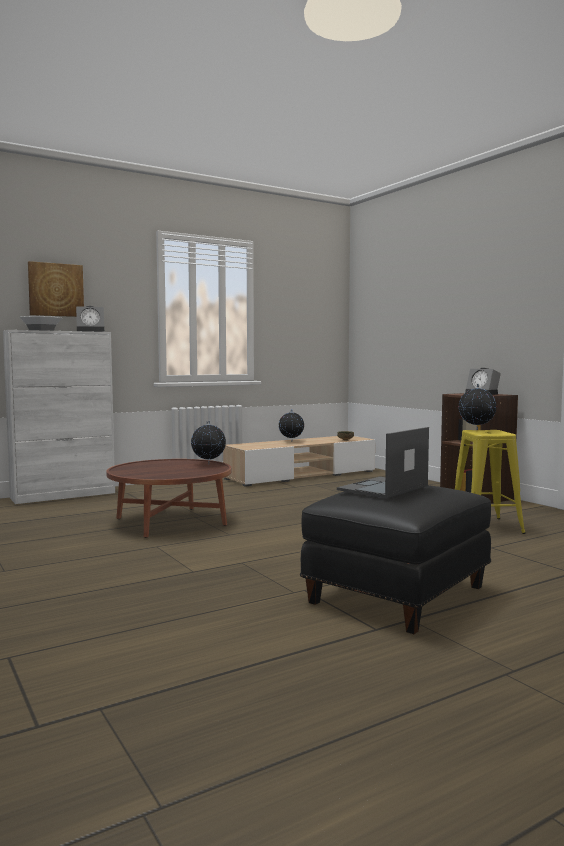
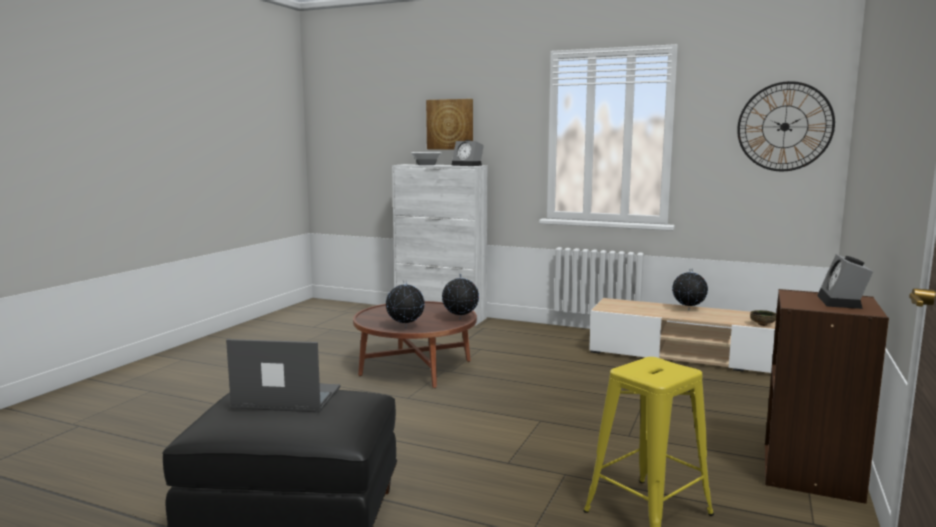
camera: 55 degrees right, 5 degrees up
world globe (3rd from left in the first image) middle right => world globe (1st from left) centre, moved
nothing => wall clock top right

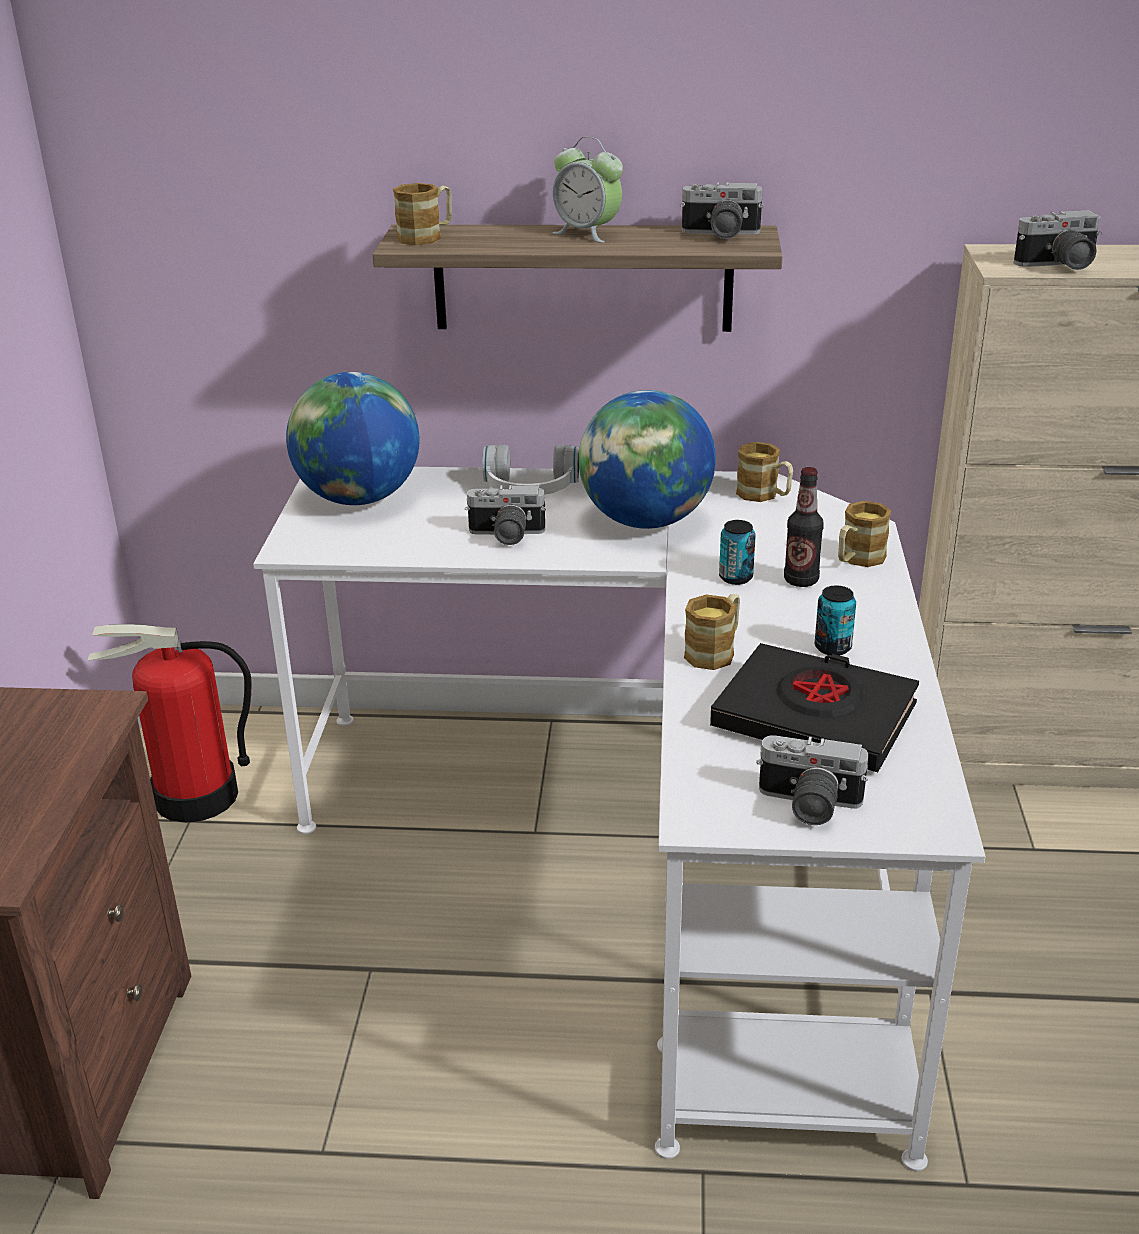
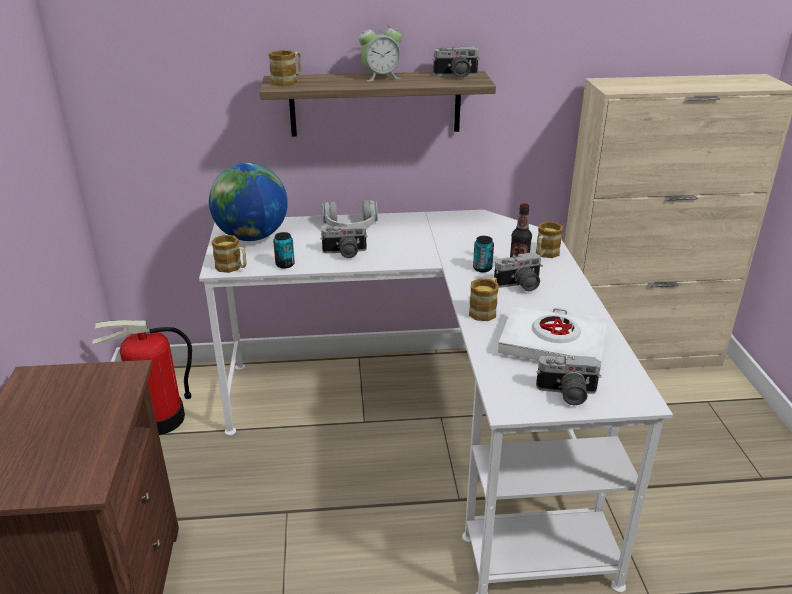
camera: 10 degrees left, 0 degrees up
bedside clock top centre, 45 degrees counterclockwise
world globe (2nd from left) centre => nothing
blackish bound book middle right => white-coloured bound book middle right
mug (3rd from left in the first image) middle right => mug (1st from left) middle left, moved
can (2nd from left in the first image) middle right => can (1st from left) centre, moved
still camera (4th from left in the first image) top right => still camera (3rd from left) centre, moved

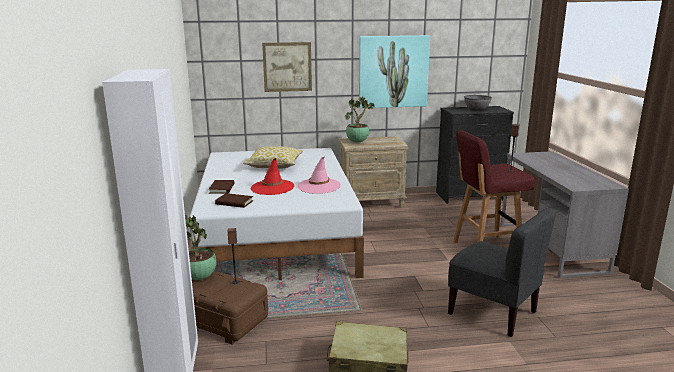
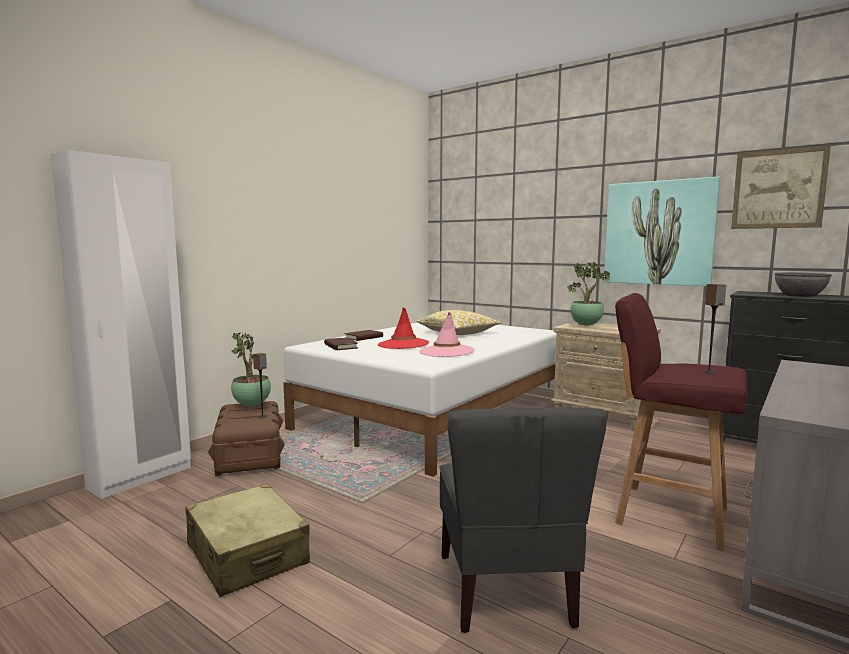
camera: 45 degrees right, 10 degrees down
wall art (1st from left in the first image) top centre => wall art (2nd from left) top right, moved

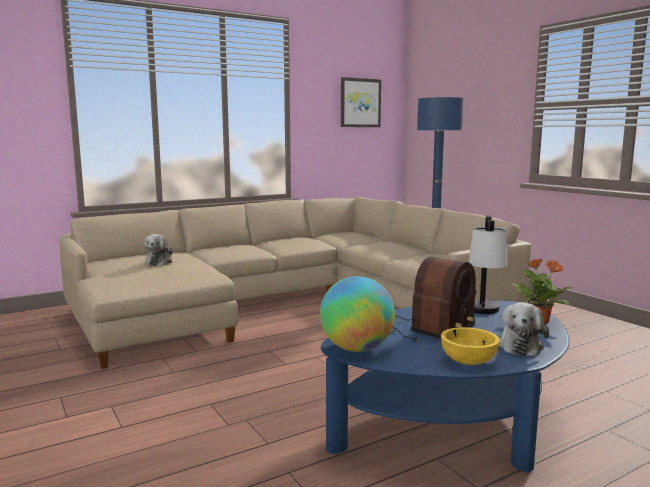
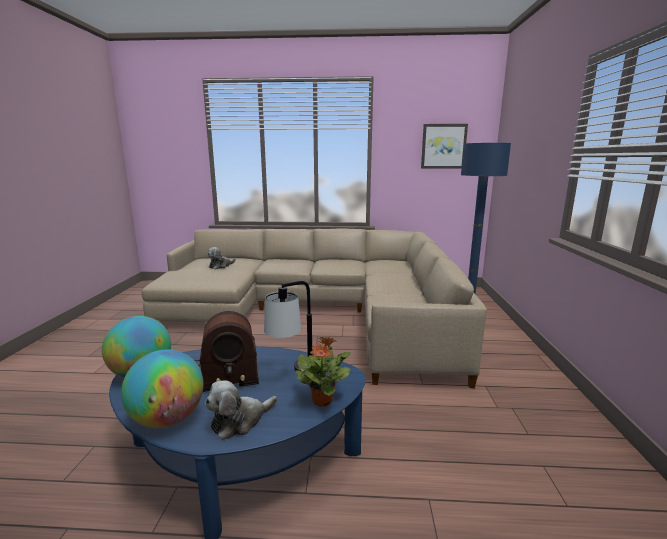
camera: 35 degrees right, 5 degrees up
yellow deep dish bottom right => world globe (2nd from left) bottom left

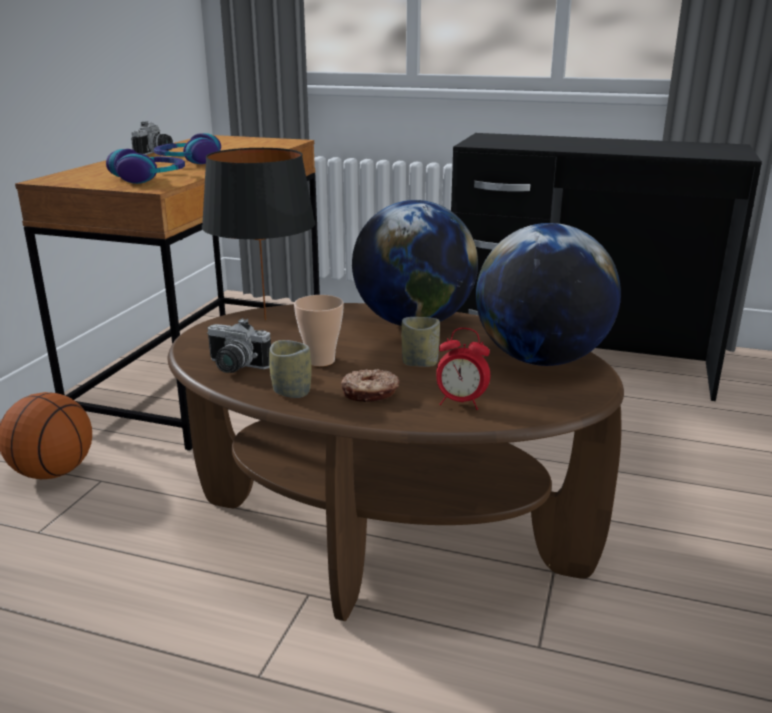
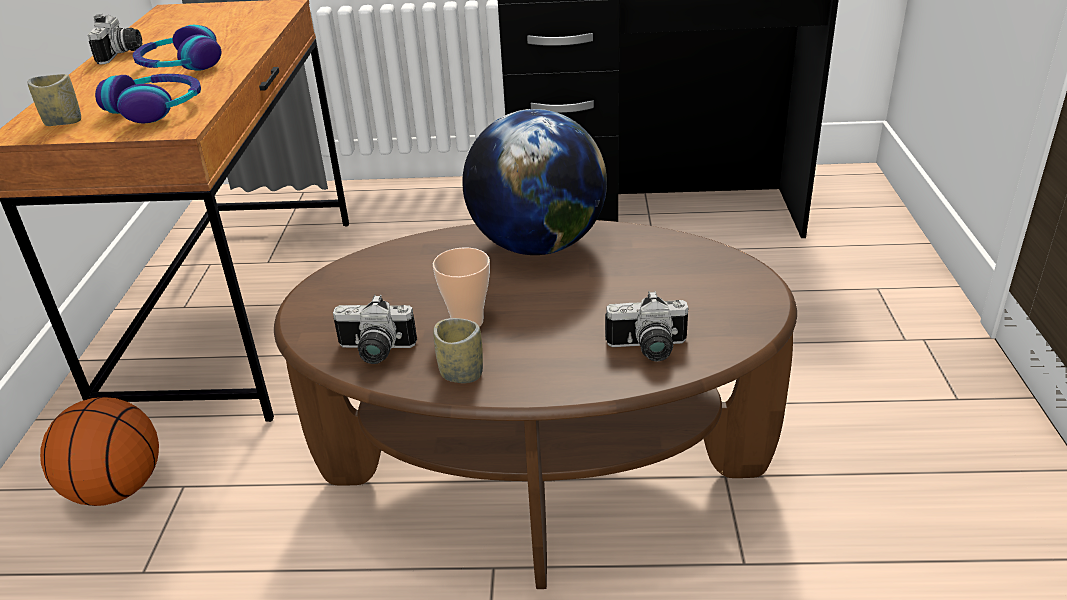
camera: 15 degrees left, 10 degrees up
blackish lamp for a table top centre => nothing
donut centre => nothing
small cup (3rd from left in the first image) centre => small cup (1st from left) top left, moved
bedside clock centre => still camera (3rd from left) centre
world globe (2nd from left) middle right => nothing

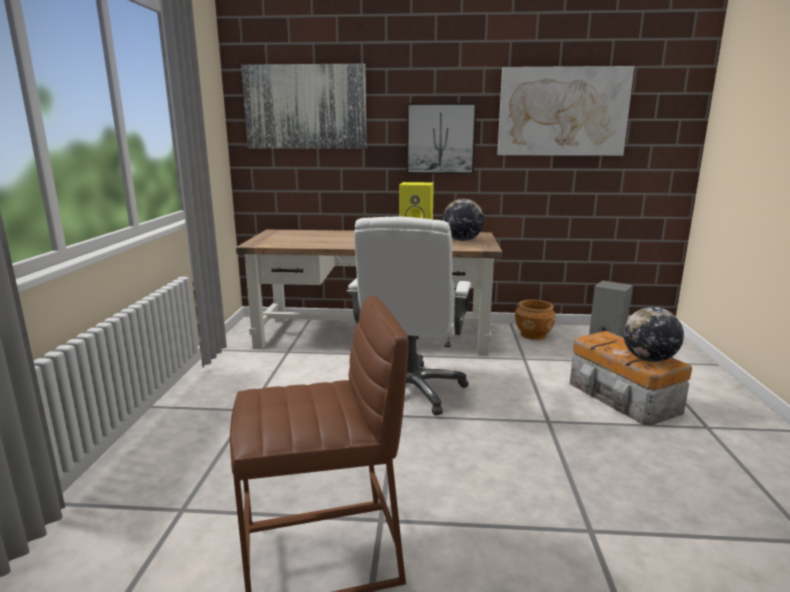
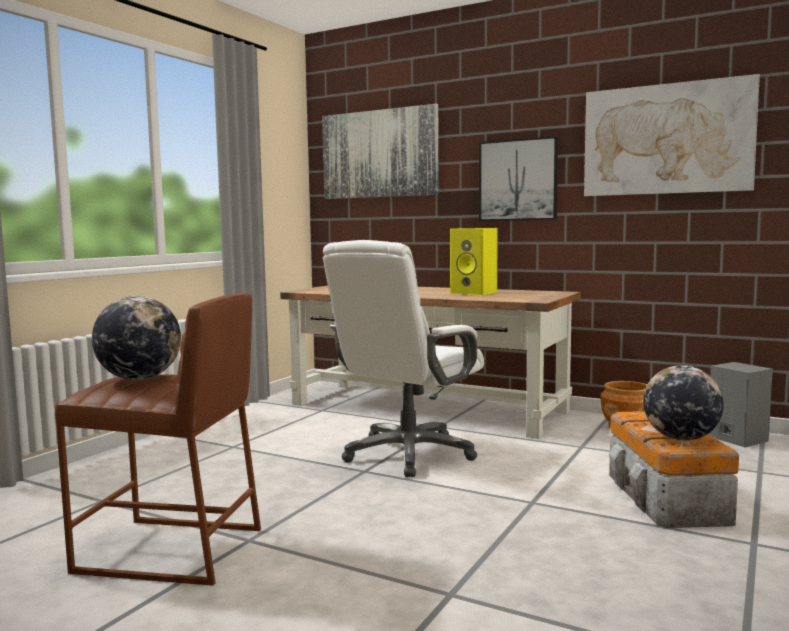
camera: 25 degrees right, 10 degrees down
world globe (1st from left) centre => world globe (1st from left) middle left, moved

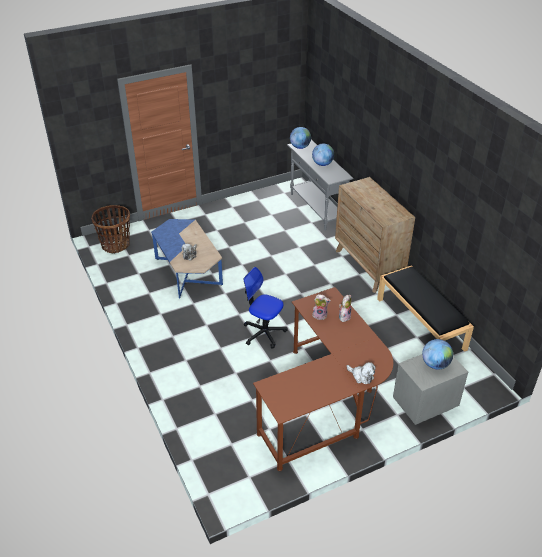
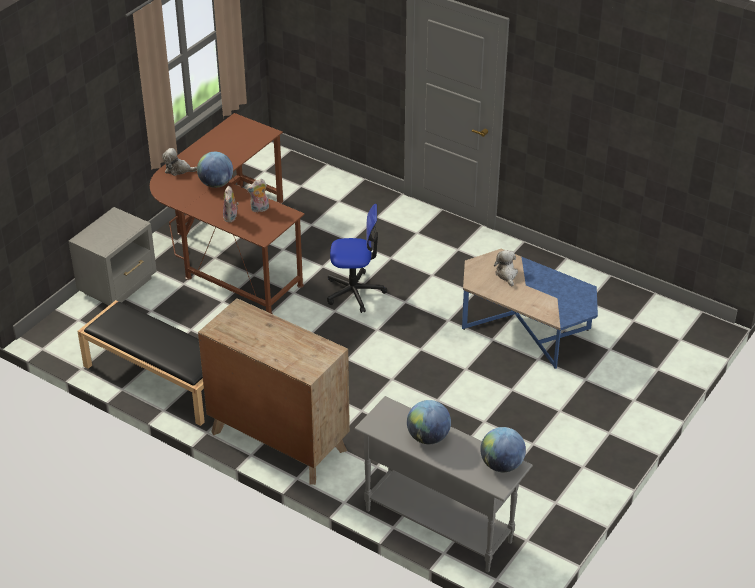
camera: 150 degrees right, 0 degrees up
basket middle left => nothing
world globe (3rd from left in the first image) middle right => world globe (1st from left) top left, moved

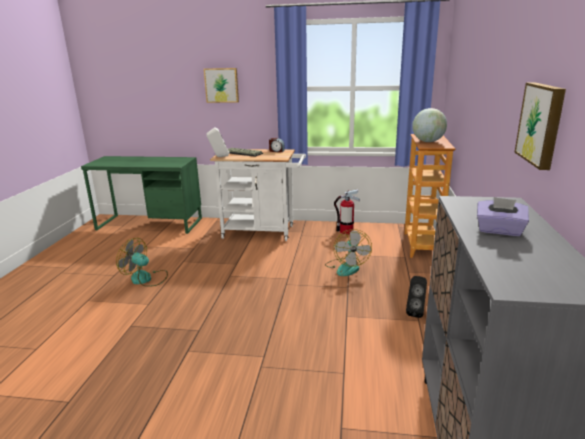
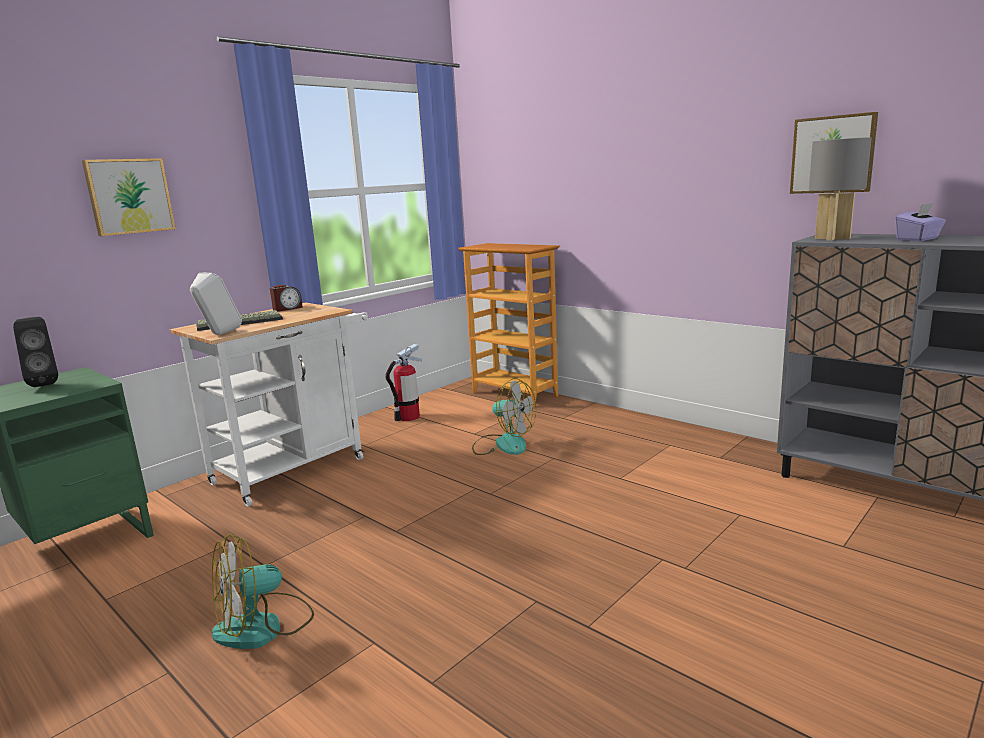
camera: 55 degrees left, 5 degrees down
blackish audio speaker bottom right => blackish audio speaker middle left, moved
world globe top right => nothing
nothing => grey lamp for a table top right

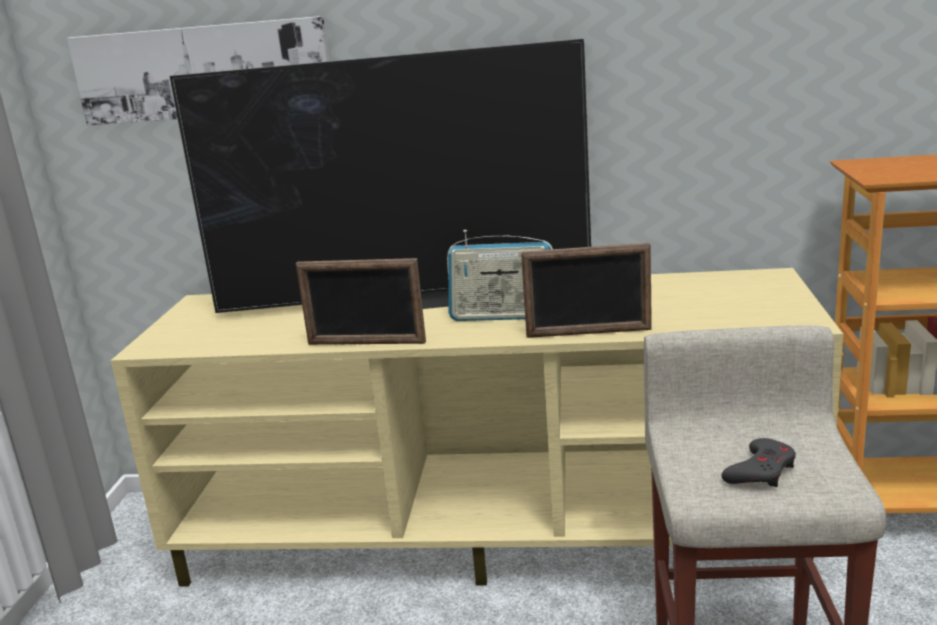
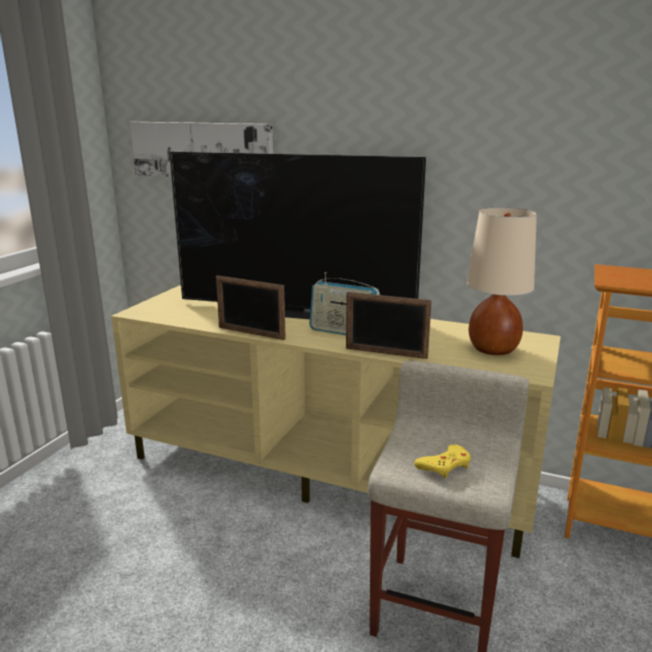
camera: 15 degrees right, 0 degrees up
grey joypad bottom right => yellow joypad bottom right
nothing => beige-coloured lamp for a table middle right

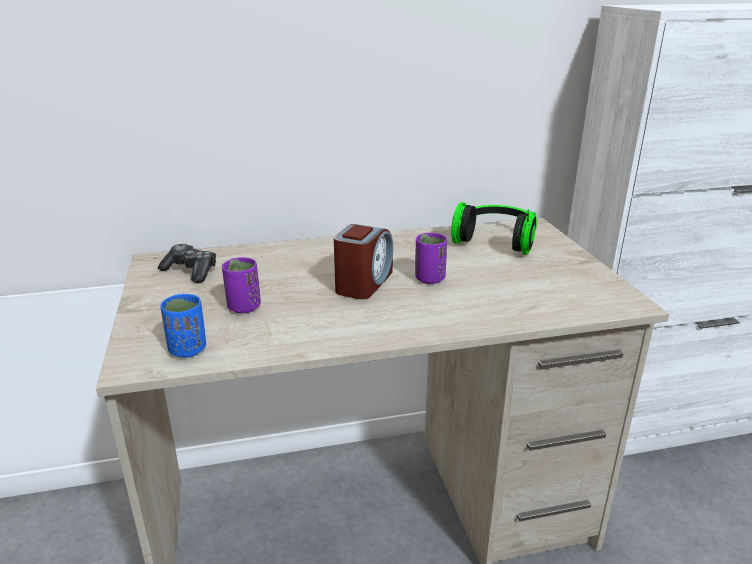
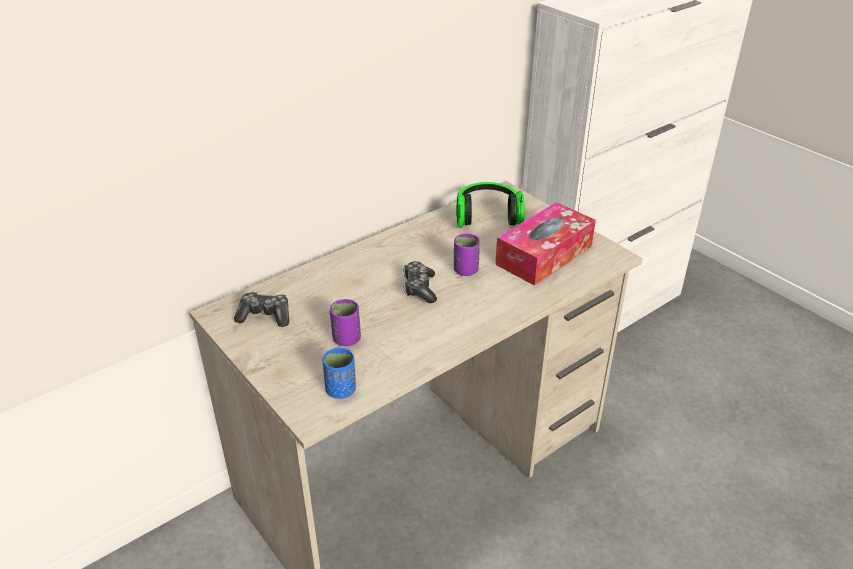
camera: 25 degrees left, 10 degrees up
bedside clock centre => joypad (2nd from left) centre
nothing => tissue holder centre

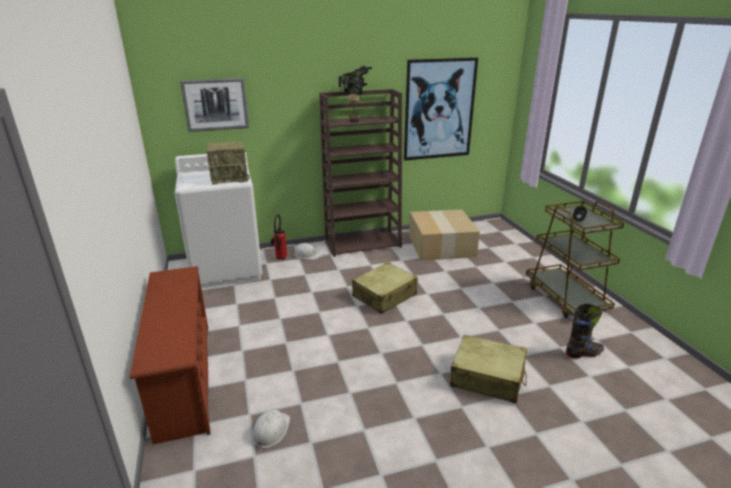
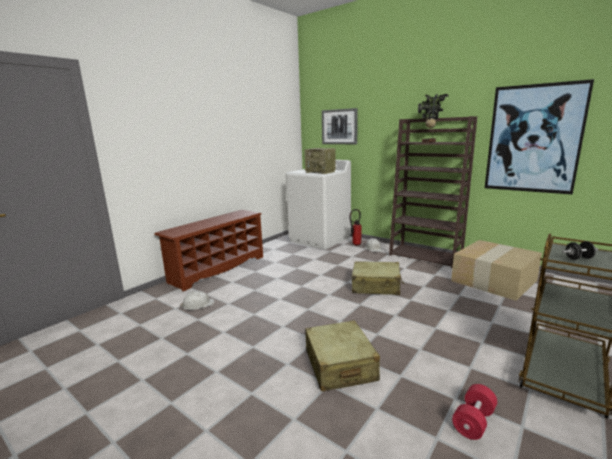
camera: 55 degrees right, 10 degrees down
blackish tall boot bottom right => red-coloured hand weight bottom right

